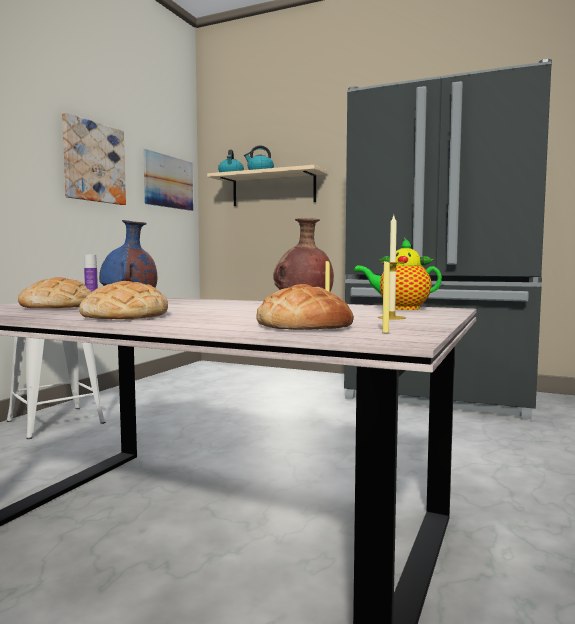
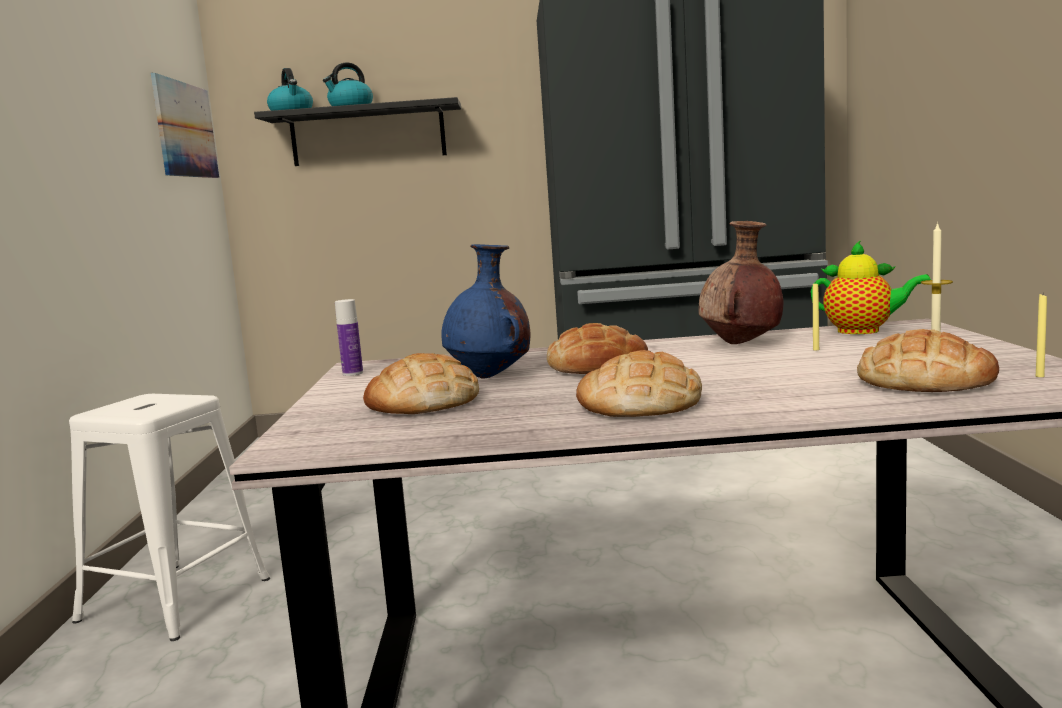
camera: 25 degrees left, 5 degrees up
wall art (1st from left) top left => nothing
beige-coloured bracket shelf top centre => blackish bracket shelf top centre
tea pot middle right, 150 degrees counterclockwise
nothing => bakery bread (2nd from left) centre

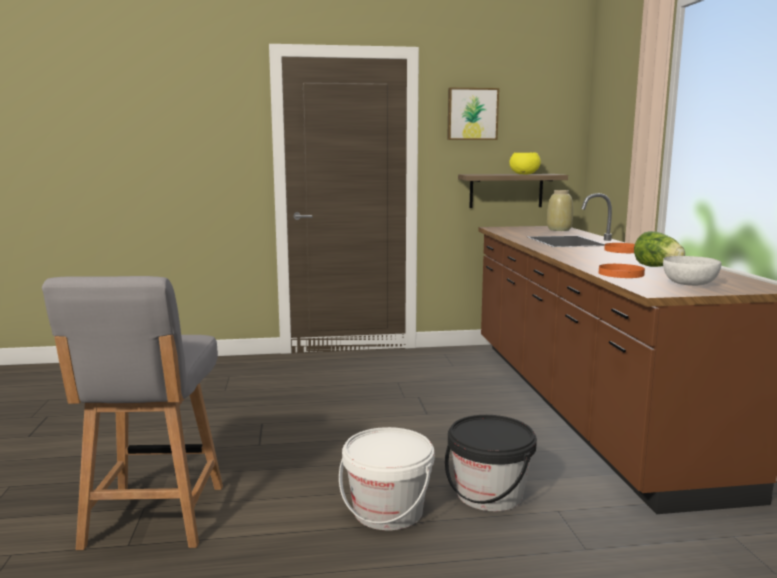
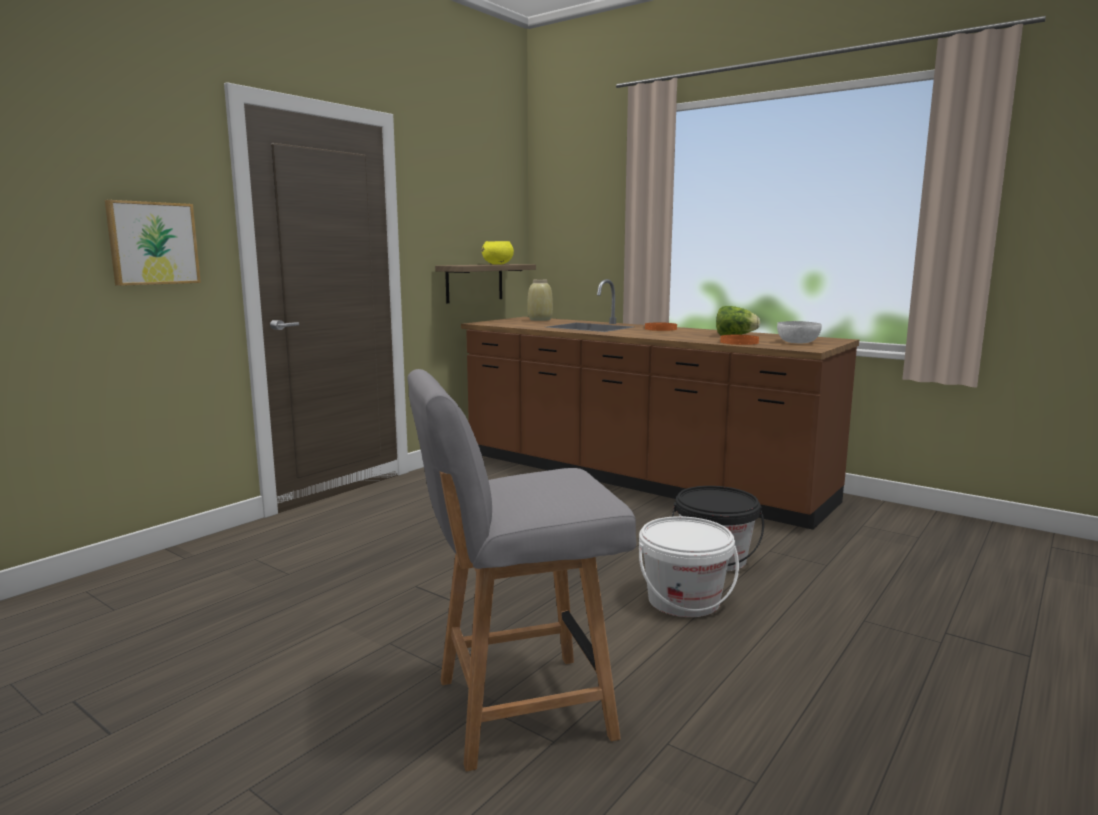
camera: 45 degrees left, 0 degrees up
grey chair bottom left => grey chair bottom centre, 120 degrees clockwise
wall art top centre => wall art top left, moved

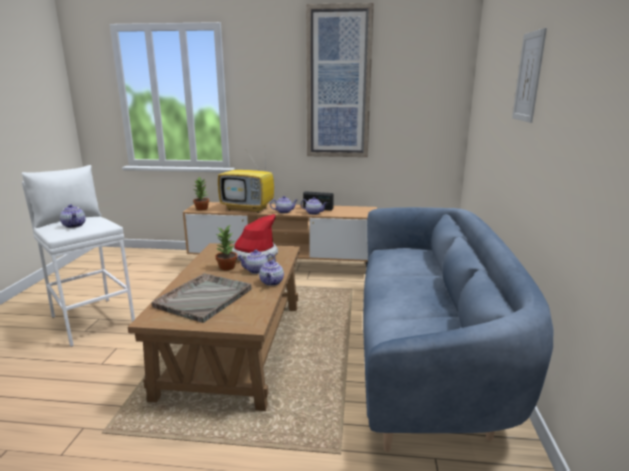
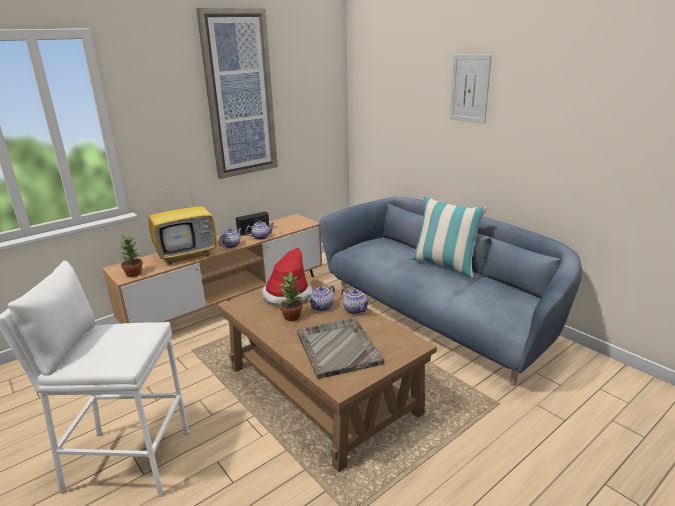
camera: 45 degrees left, 5 degrees up
tea pot (1st from left) middle left => nothing
nothing => cushion centre

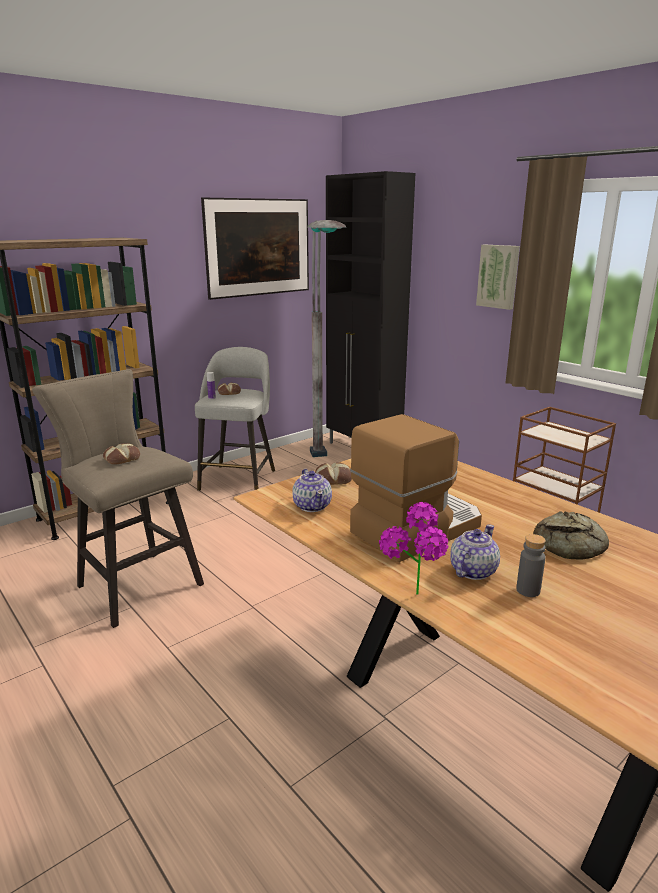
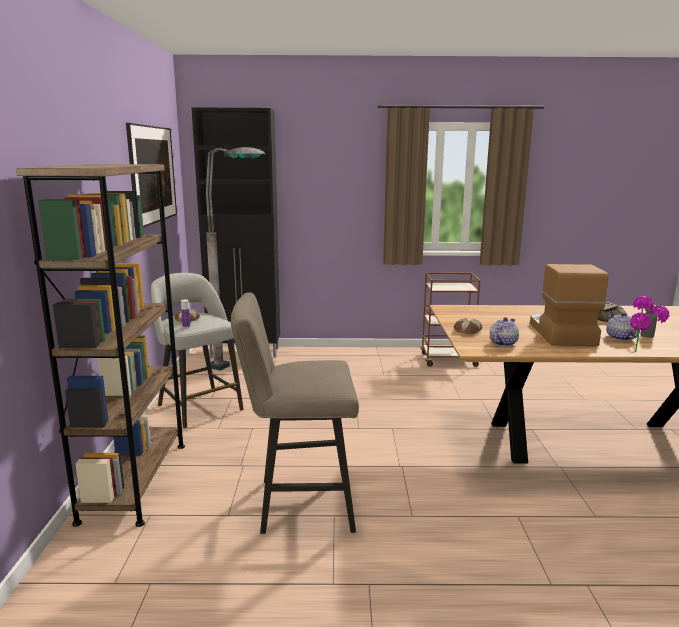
camera: 50 degrees left, 5 degrees down
bakery bread (1st from left) middle left => nothing
tea pot (1st from left) centre => tea pot (1st from left) middle right, 75 degrees counterclockwise
wall art (2nd from left) top right => nothing

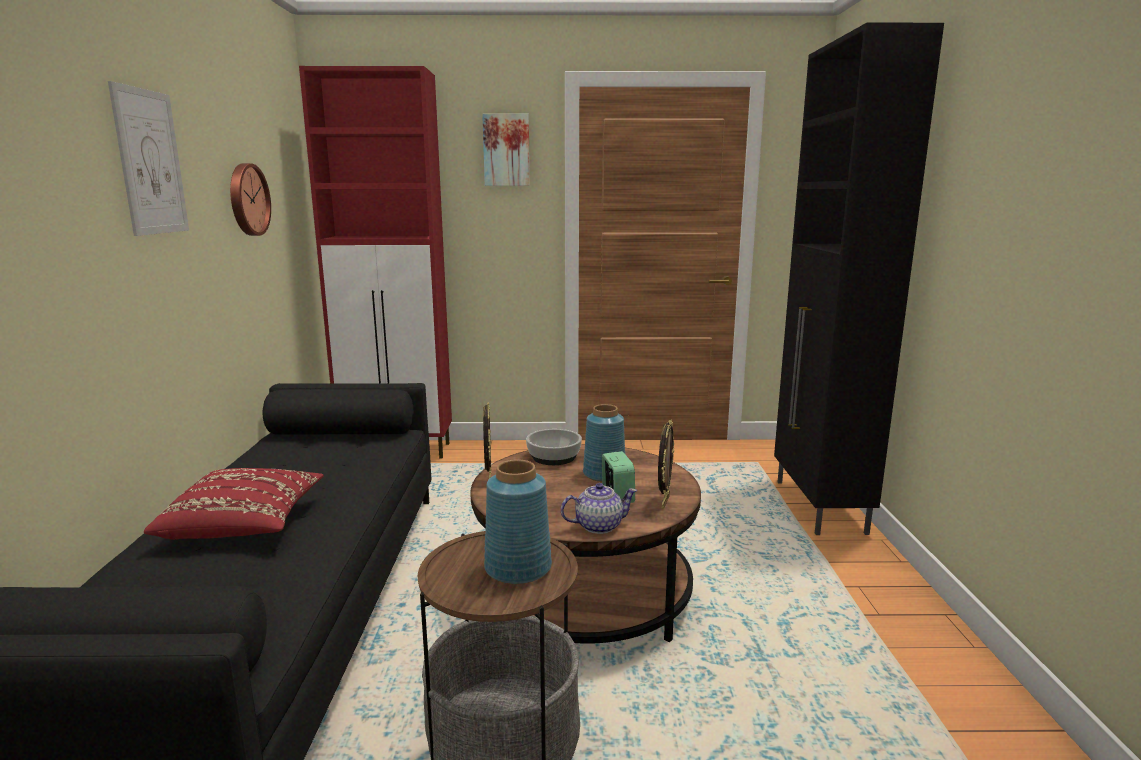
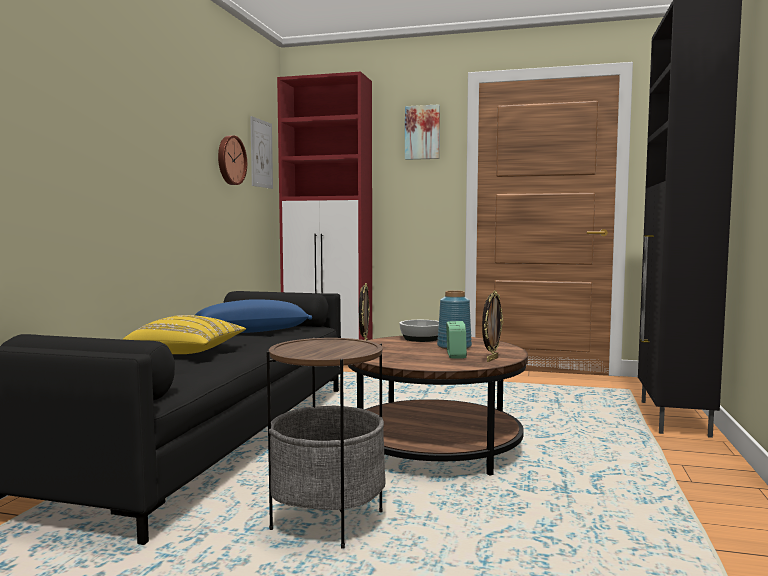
camera: 15 degrees right, 10 degrees down
wall art (1st from left) top left => wall art (1st from left) top centre, moved
red-coloured cushion middle left => yellow cushion middle left
blue-coloured vase (1st from left) bottom centre => nothing
tea pot bottom centre => nothing
nothing => blue-coloured cushion middle left

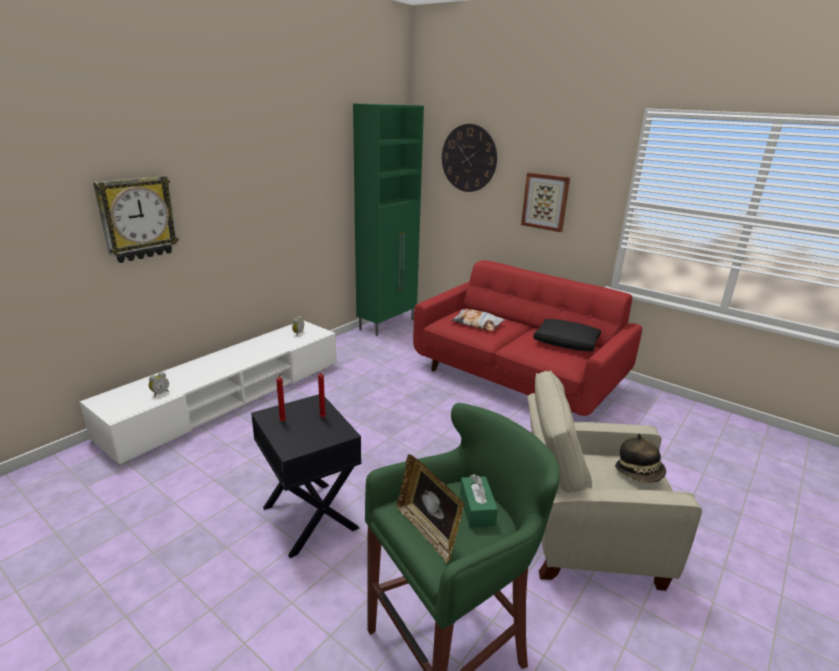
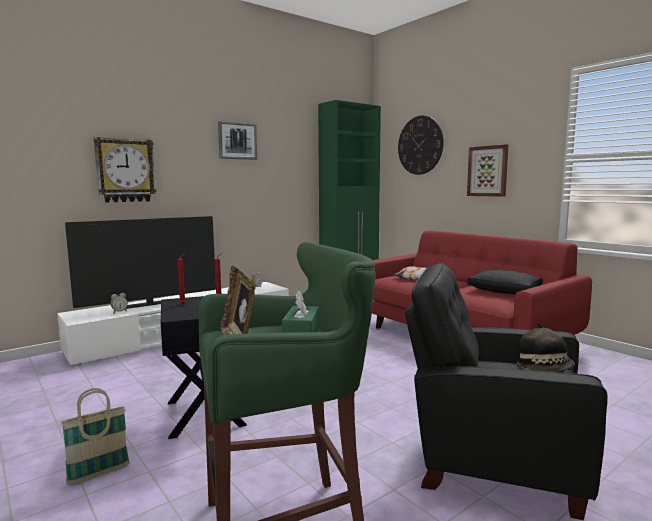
camera: 15 degrees right, 15 degrees down
beige-coloured armchair bottom right => blackish armchair bottom right
nothing => basket bottom left
nothing => TV set middle left
nothing => wall art (1st from left) top centre

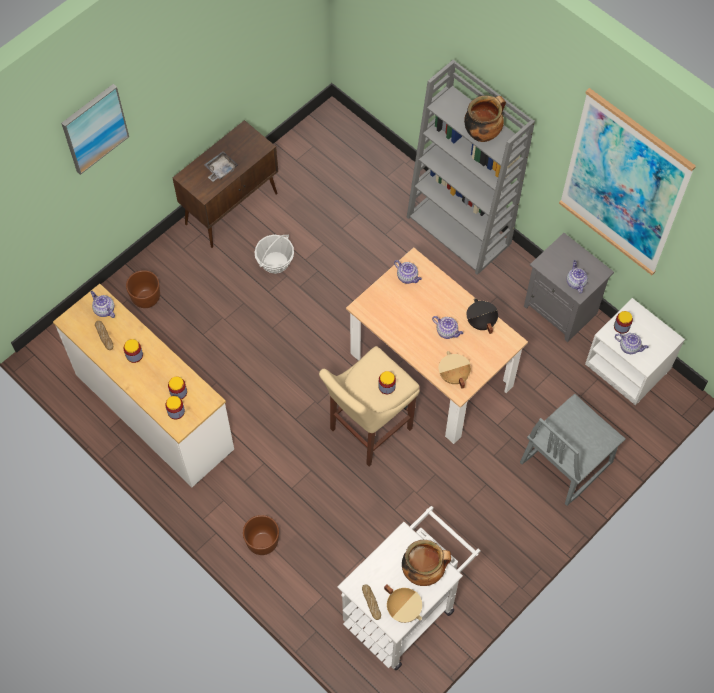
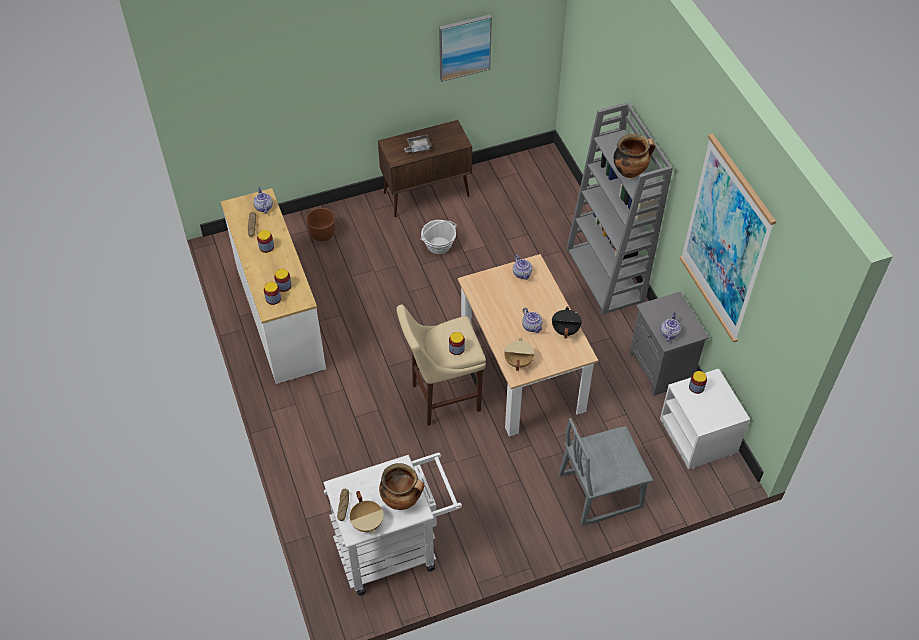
camera: 25 degrees right, 10 degrees down
wall art (1st from left) top left => wall art (1st from left) top centre, moved
brown-coloured planter (2nd from left) bottom centre => nothing
tea pot (5th from left) middle right => nothing

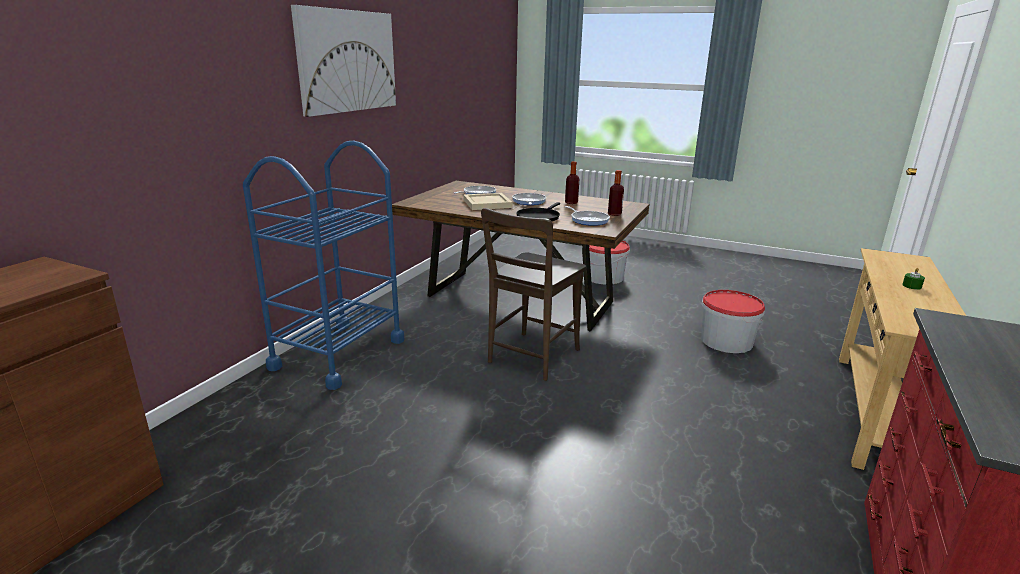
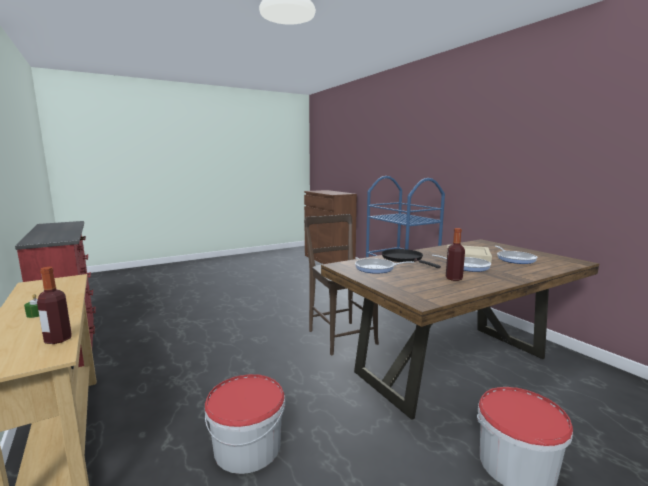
camera: 125 degrees right, 10 degrees down
wall art top centre => nothing
beverage bottle (2nd from left in the first image) centre => beverage bottle (1st from left) middle left, moved

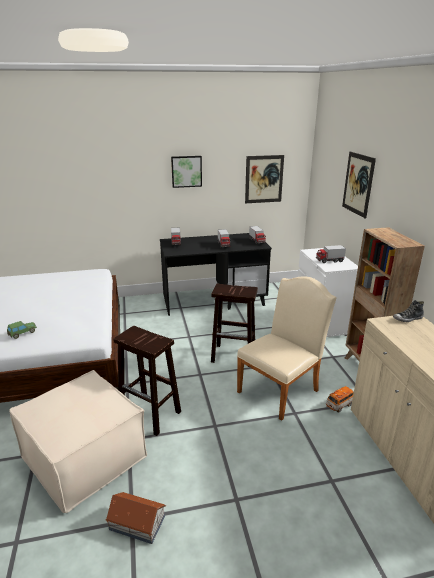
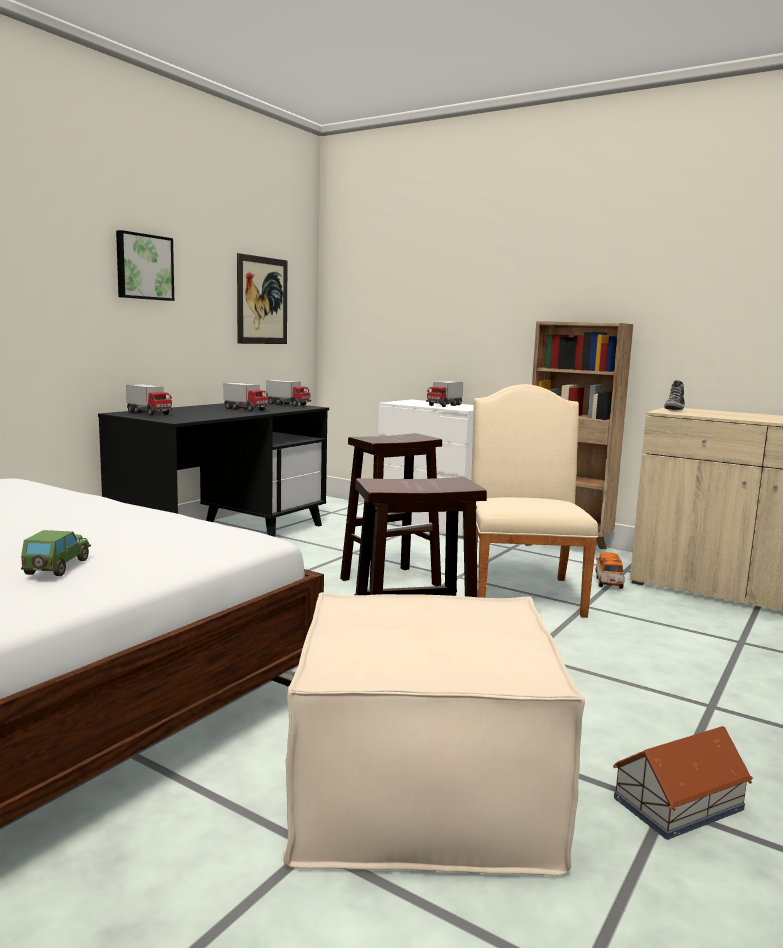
camera: 45 degrees left, 15 degrees down
wall art (3rd from left) top right => nothing

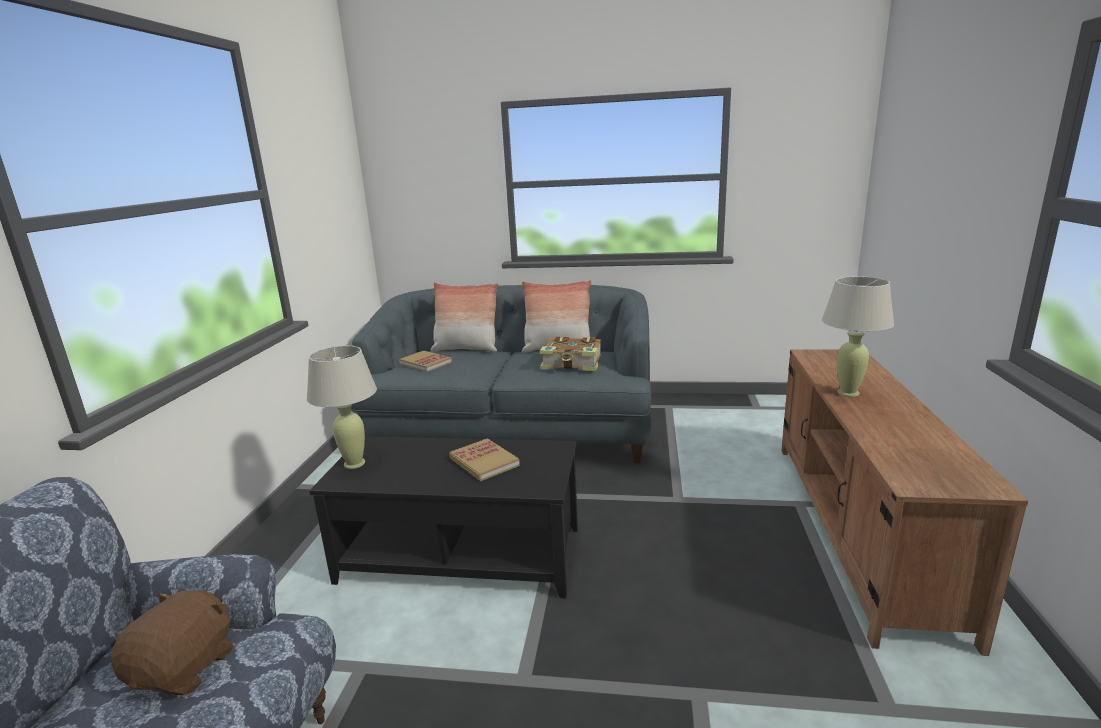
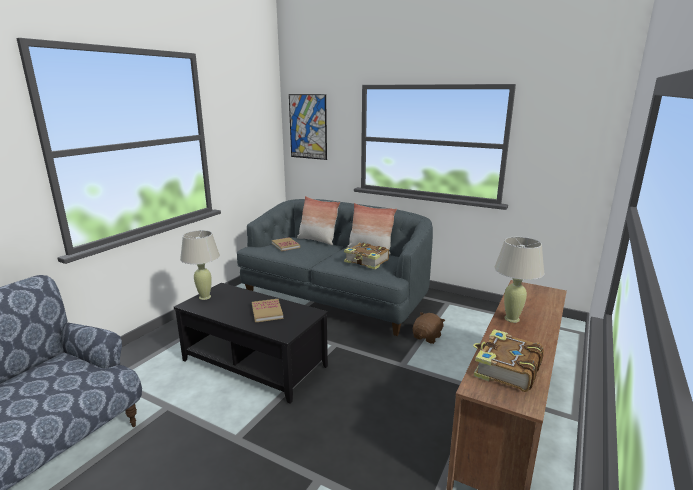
camera: 20 degrees right, 0 degrees up
brown-coloured plush toy bottom left => brown-coloured plush toy bottom centre, moved
nothing => wall art top centre
nothing => bound book (4th from left) bottom right

